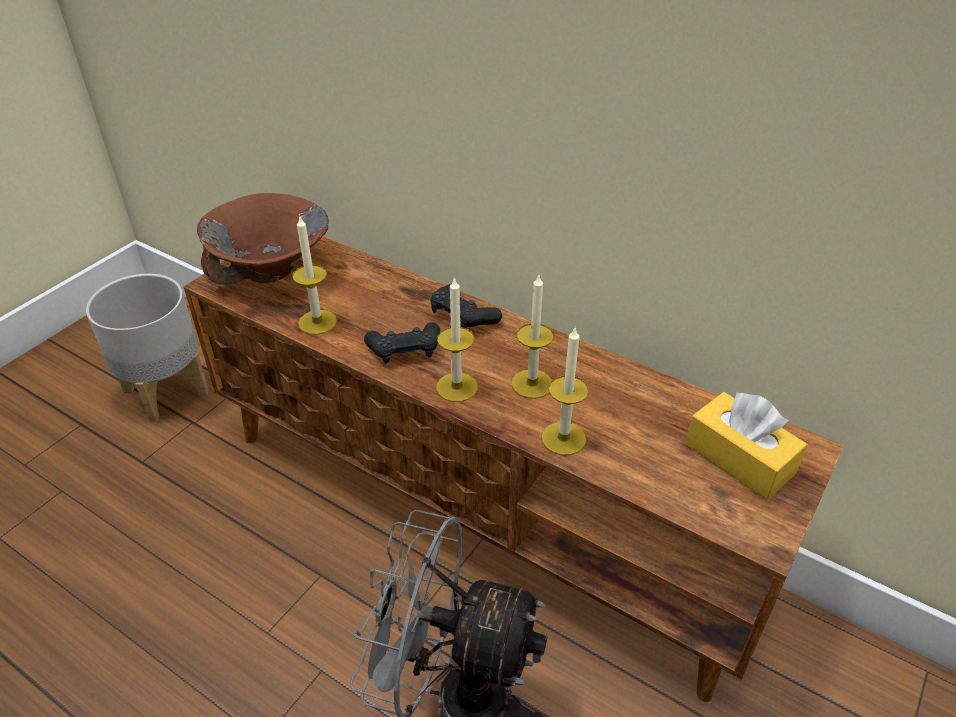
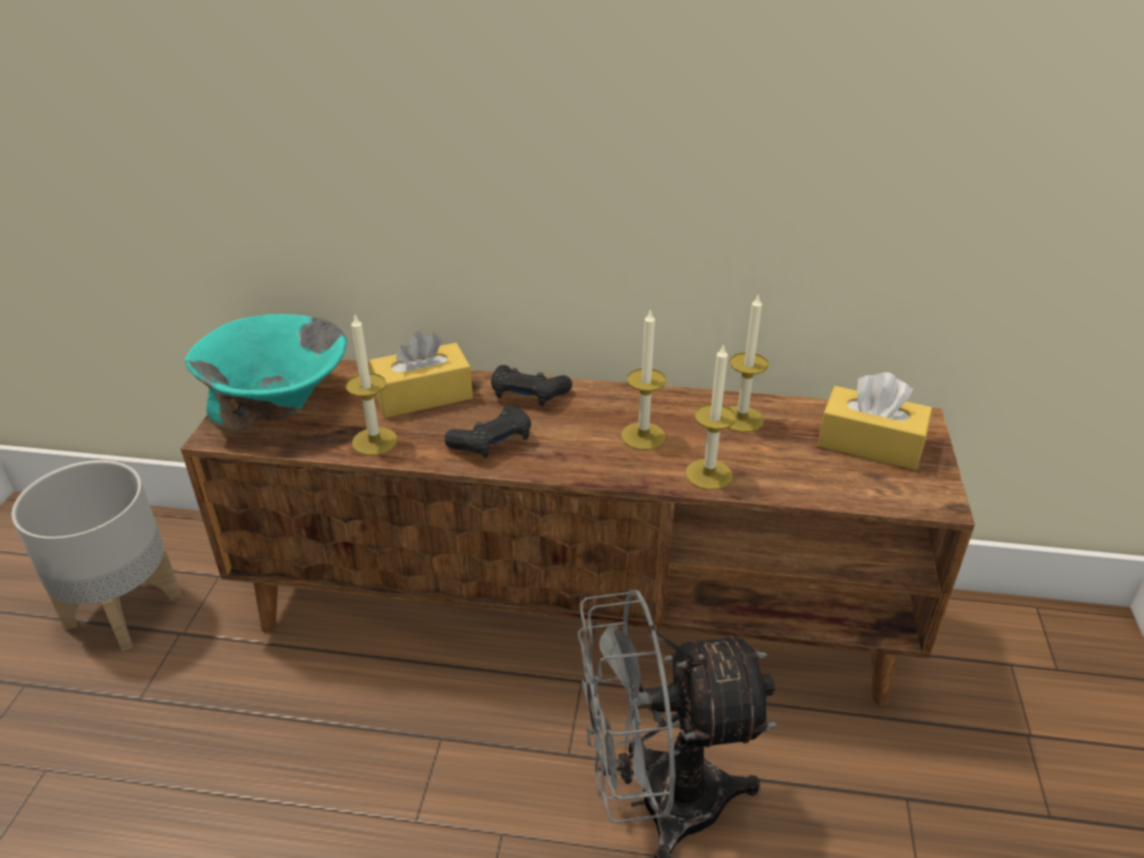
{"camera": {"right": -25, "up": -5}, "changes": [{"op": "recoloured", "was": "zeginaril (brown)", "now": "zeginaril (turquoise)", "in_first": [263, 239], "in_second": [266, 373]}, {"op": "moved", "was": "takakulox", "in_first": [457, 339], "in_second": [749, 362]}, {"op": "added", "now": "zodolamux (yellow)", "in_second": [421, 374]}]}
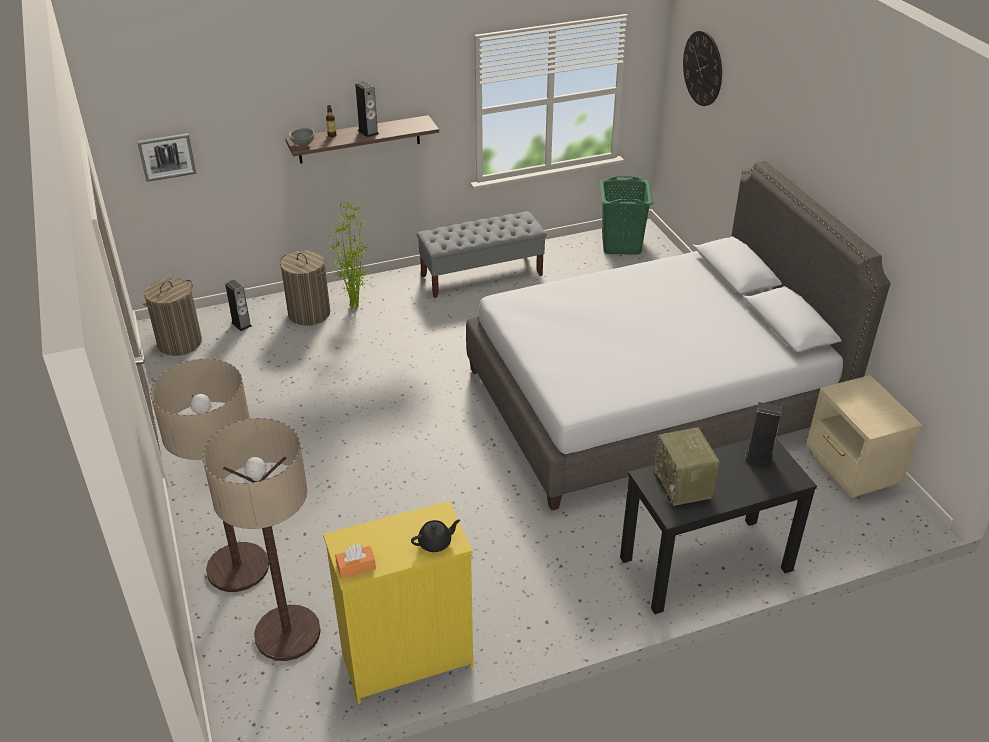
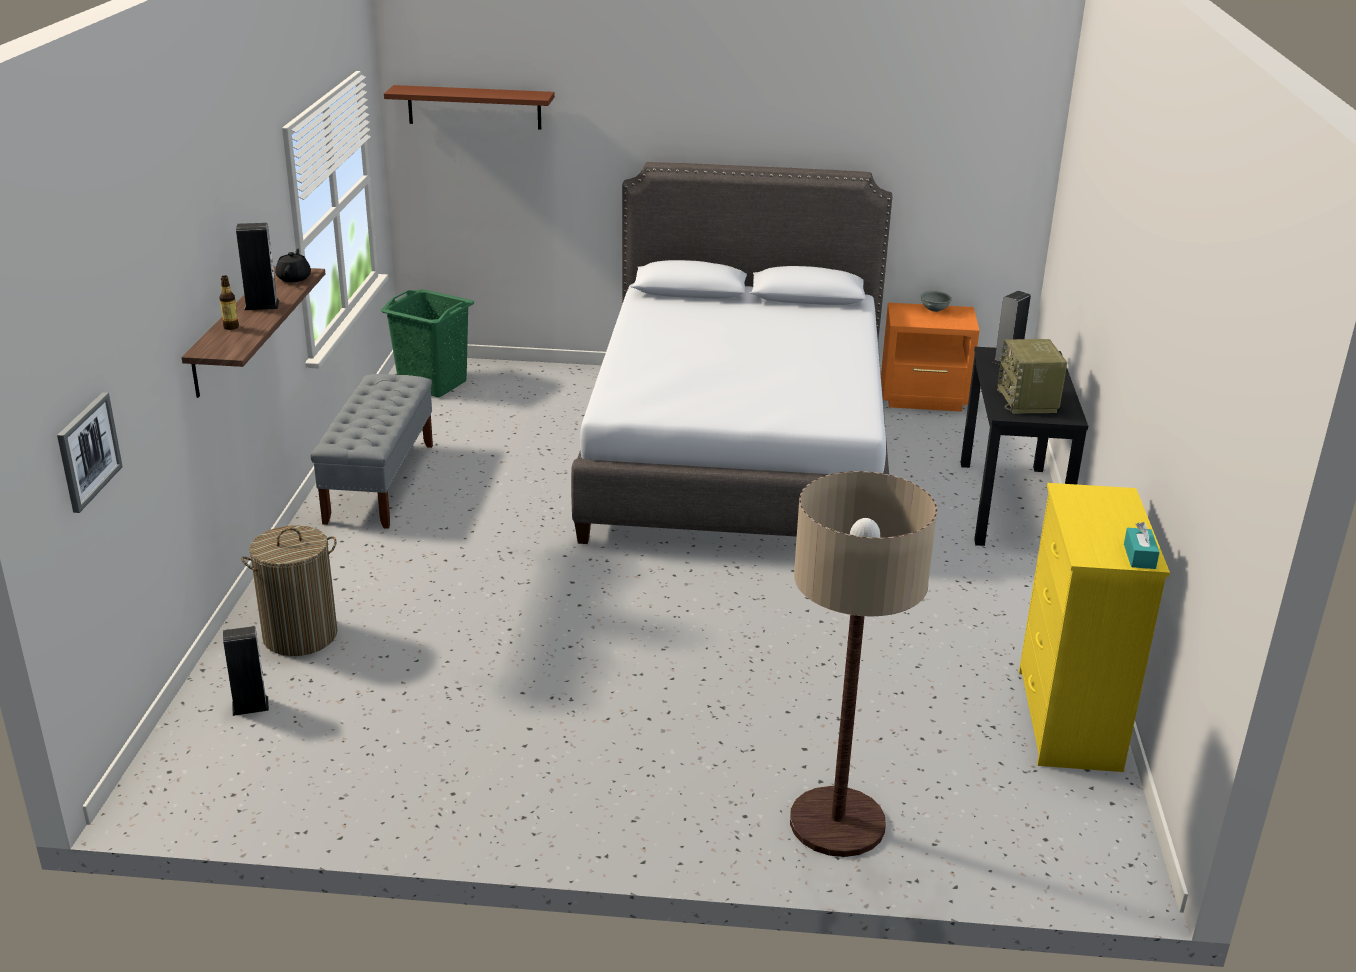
{"camera": {"right": -65, "up": -10}, "changes": [{"op": "removed", "was": "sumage", "in_first": [172, 317]}, {"op": "removed", "was": "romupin", "in_first": [261, 539]}, {"op": "moved", "was": "zeginaril (grey)", "in_first": [302, 137], "in_second": [936, 301]}, {"op": "removed", "was": "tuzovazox", "in_first": [349, 256]}, {"op": "recoloured", "was": "zodolamux (orange)", "now": "zodolamux (turquoise)", "in_first": [355, 562], "in_second": [1142, 545]}, {"op": "moved", "was": "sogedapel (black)", "in_first": [435, 535], "in_second": [293, 265]}, {"op": "turned", "was": "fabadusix", "in_first": [687, 466], "in_second": [1032, 376], "clockwise": 75}, {"op": "replaced", "was": "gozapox", "now": "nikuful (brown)", "in_first": [702, 68], "in_second": [469, 107]}, {"op": "recoloured", "was": "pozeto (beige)", "now": "pozeto (orange)", "in_first": [864, 436], "in_second": [930, 357]}]}
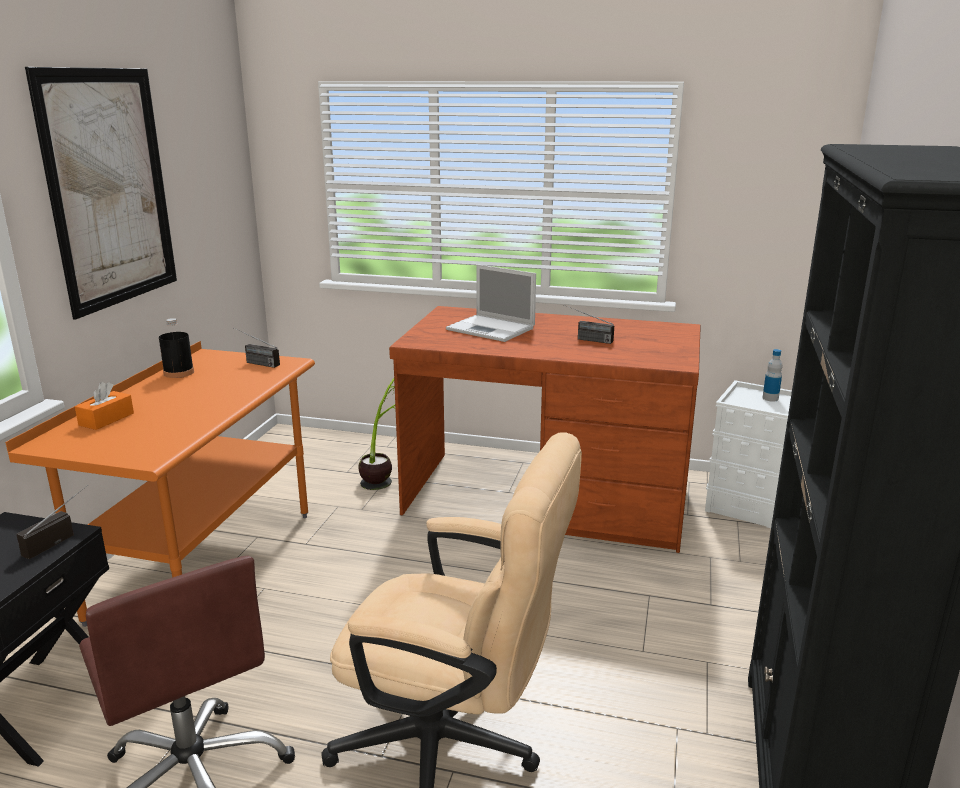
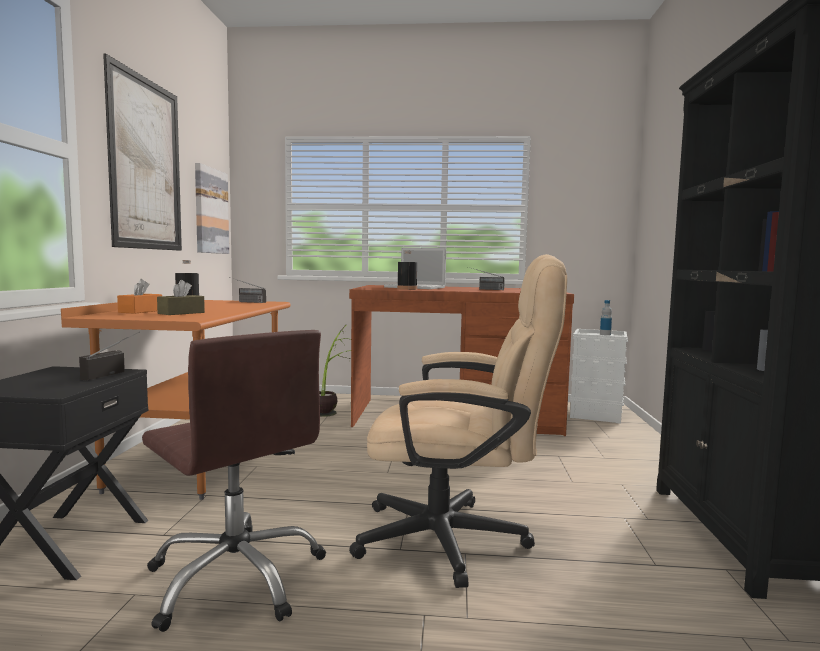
{"camera": {"right": -10, "up": -15}, "changes": [{"op": "added", "now": "zodolamux (brown)", "in_second": [181, 297]}, {"op": "added", "now": "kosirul", "in_second": [212, 208]}, {"op": "added", "now": "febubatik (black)", "in_second": [407, 270]}]}
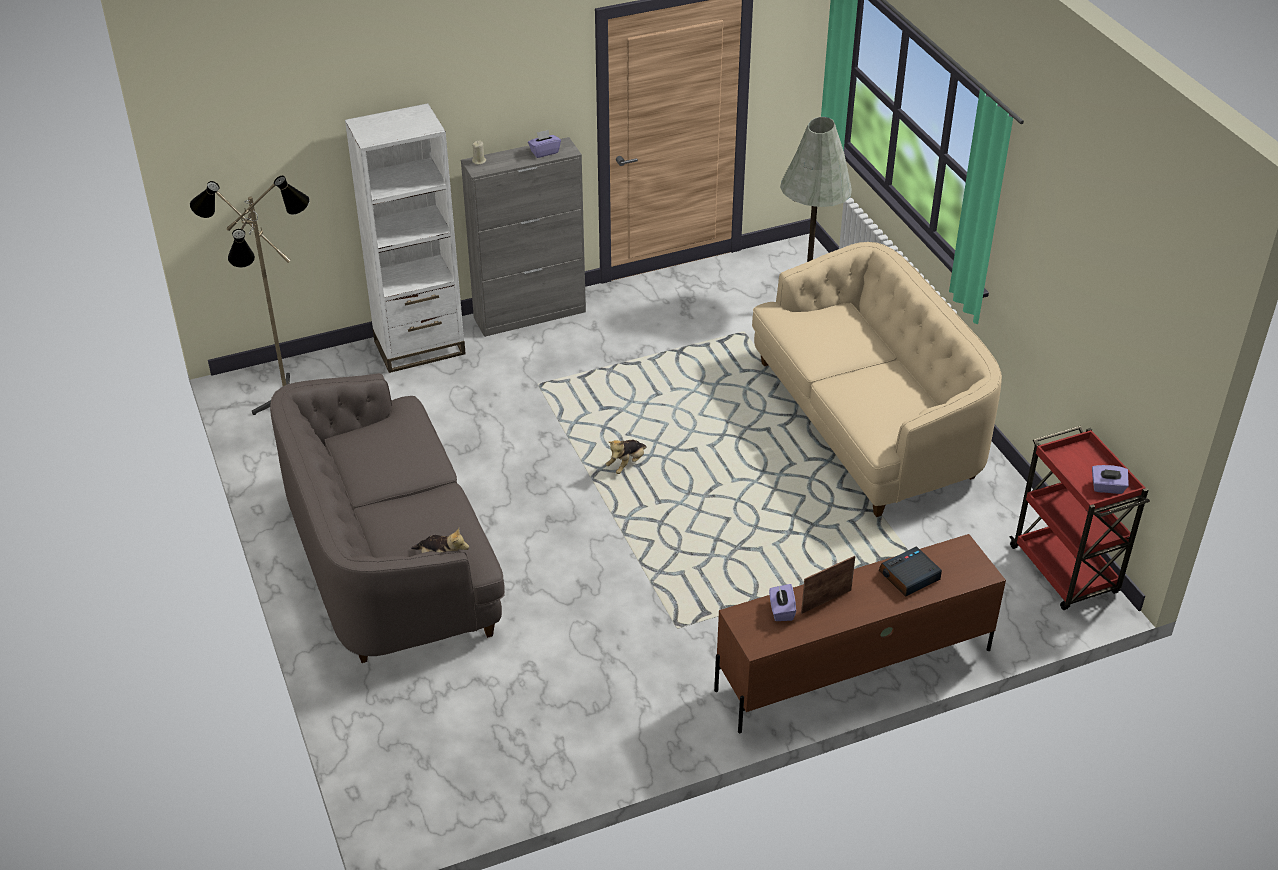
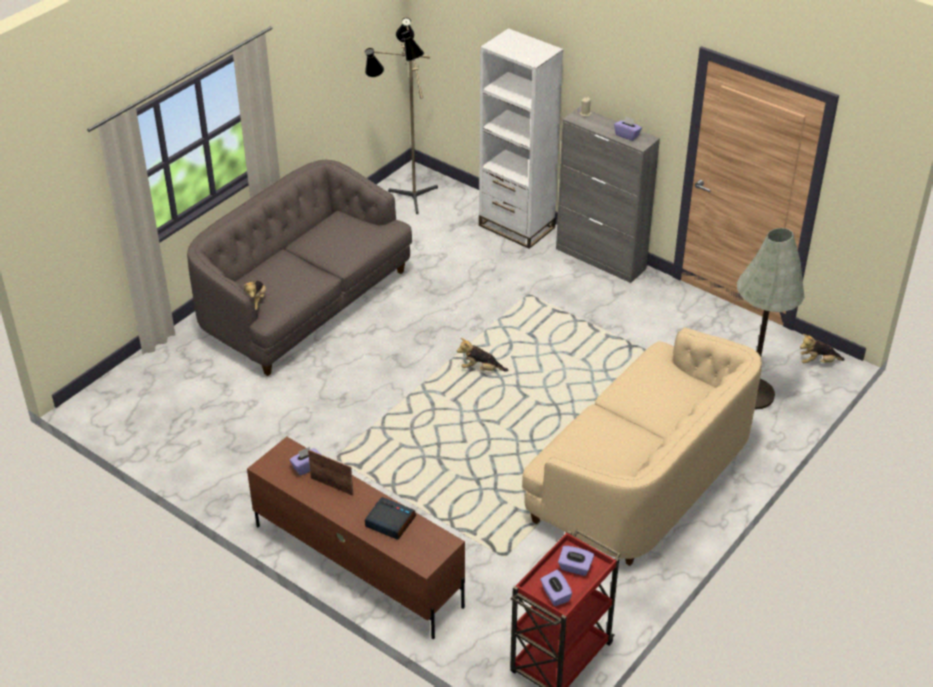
{"camera": {"right": 60, "up": 0}, "changes": [{"op": "added", "now": "zodolamux (purple)", "in_second": [576, 561]}, {"op": "added", "now": "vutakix", "in_second": [822, 348]}]}
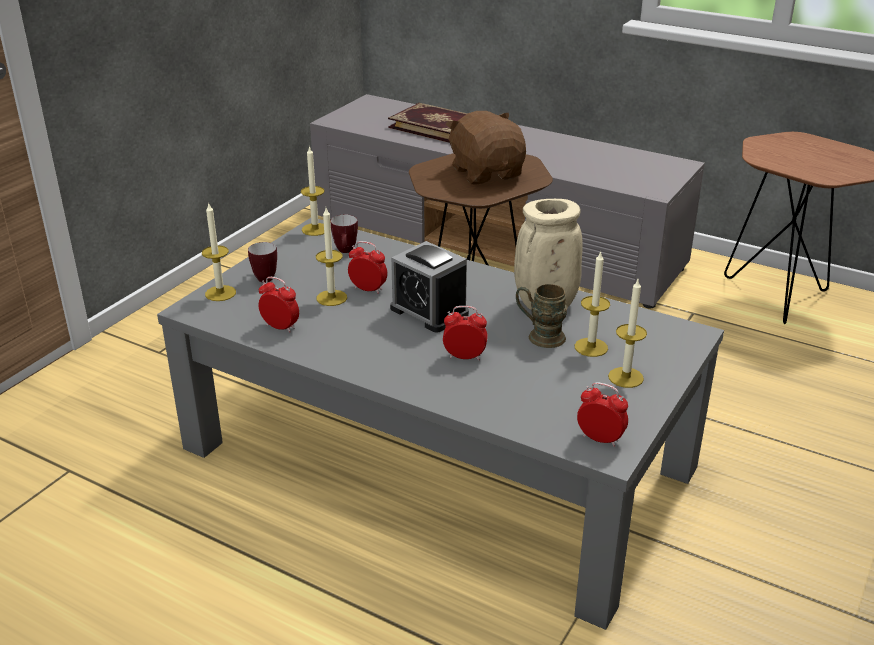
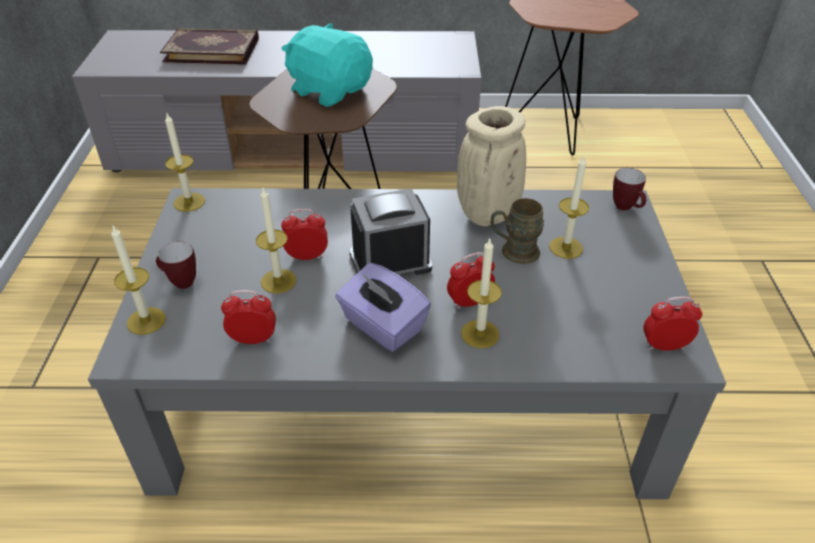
{"camera": {"right": -30, "up": 10}, "changes": [{"op": "moved", "was": "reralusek", "in_first": [344, 234], "in_second": [629, 189]}, {"op": "turned", "was": "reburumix", "in_first": [429, 287], "in_second": [391, 231], "clockwise": 150}, {"op": "recoloured", "was": "vutakix (brown)", "now": "vutakix (turquoise)", "in_first": [486, 148], "in_second": [327, 64]}, {"op": "moved", "was": "takakulox", "in_first": [627, 333], "in_second": [481, 293]}, {"op": "added", "now": "zodolamux (purple)", "in_second": [383, 307]}]}
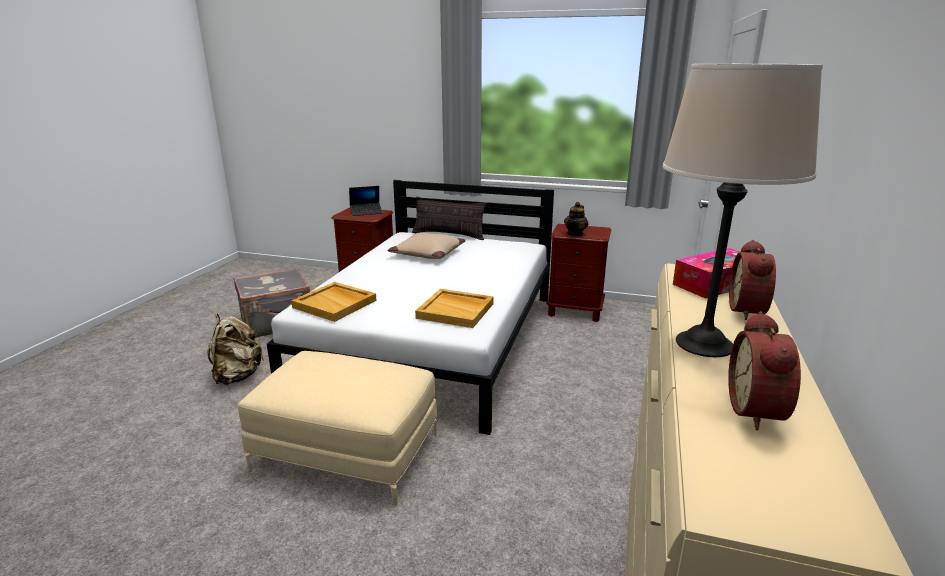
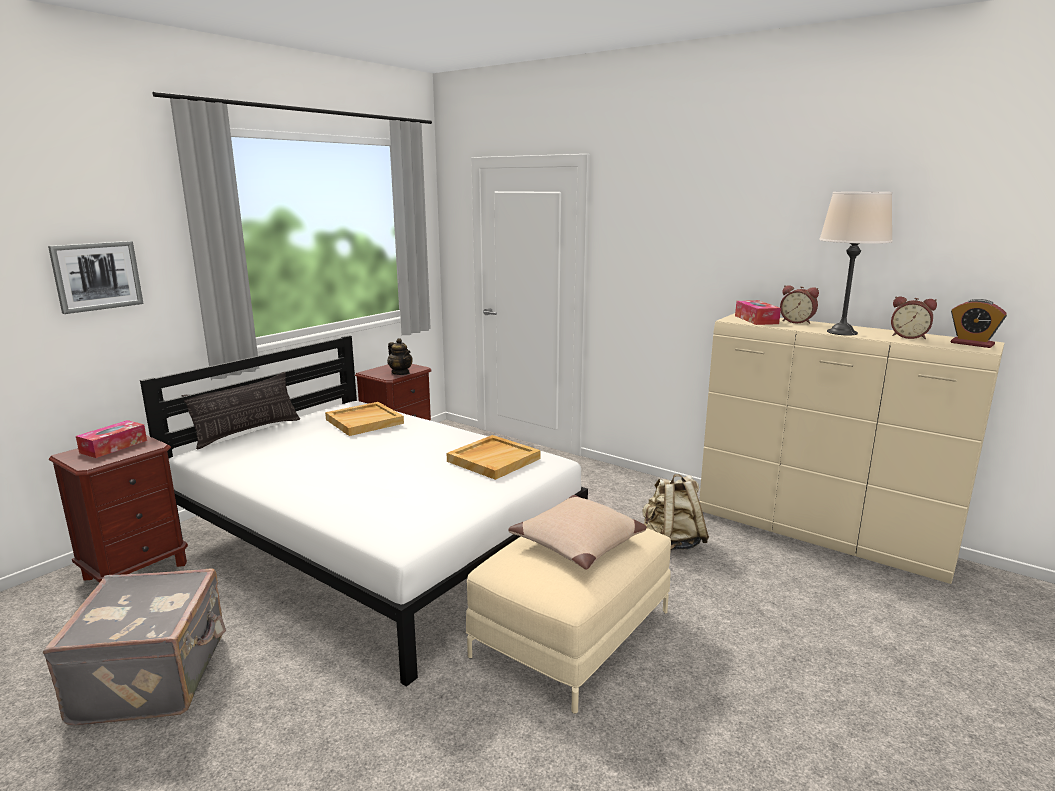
{"camera": {"right": -70, "up": -5}, "changes": [{"op": "moved", "was": "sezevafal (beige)", "in_first": [235, 349], "in_second": [676, 512]}, {"op": "moved", "was": "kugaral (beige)", "in_first": [334, 302], "in_second": [364, 419]}, {"op": "replaced", "was": "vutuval", "now": "zodolamux", "in_first": [366, 201], "in_second": [111, 439]}, {"op": "moved", "was": "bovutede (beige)", "in_first": [426, 246], "in_second": [577, 532]}, {"op": "added", "now": "kosirul", "in_second": [95, 277]}, {"op": "added", "now": "reburumix", "in_second": [979, 323]}]}
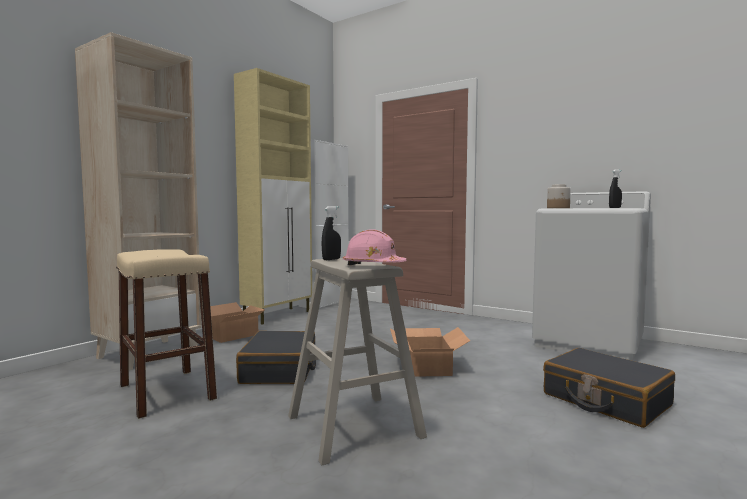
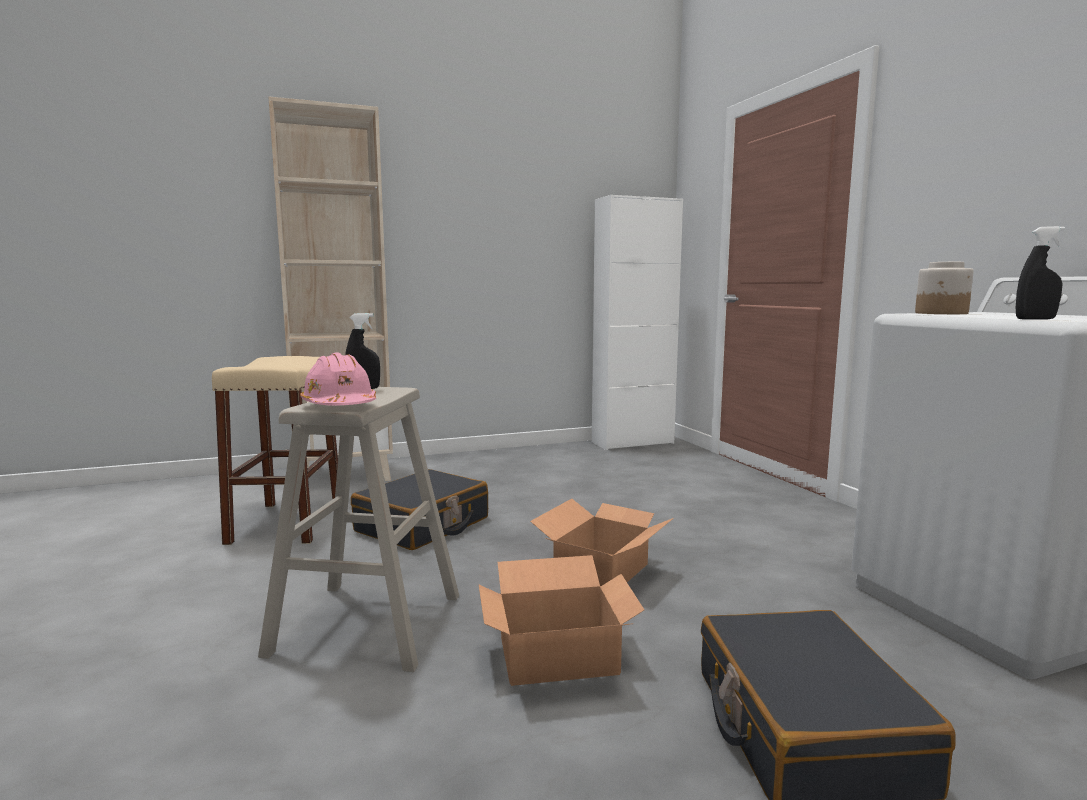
{"camera": {"right": 35, "up": 5}, "changes": [{"op": "moved", "was": "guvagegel", "in_first": [237, 322], "in_second": [561, 620]}, {"op": "removed", "was": "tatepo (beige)", "in_first": [273, 196]}]}
